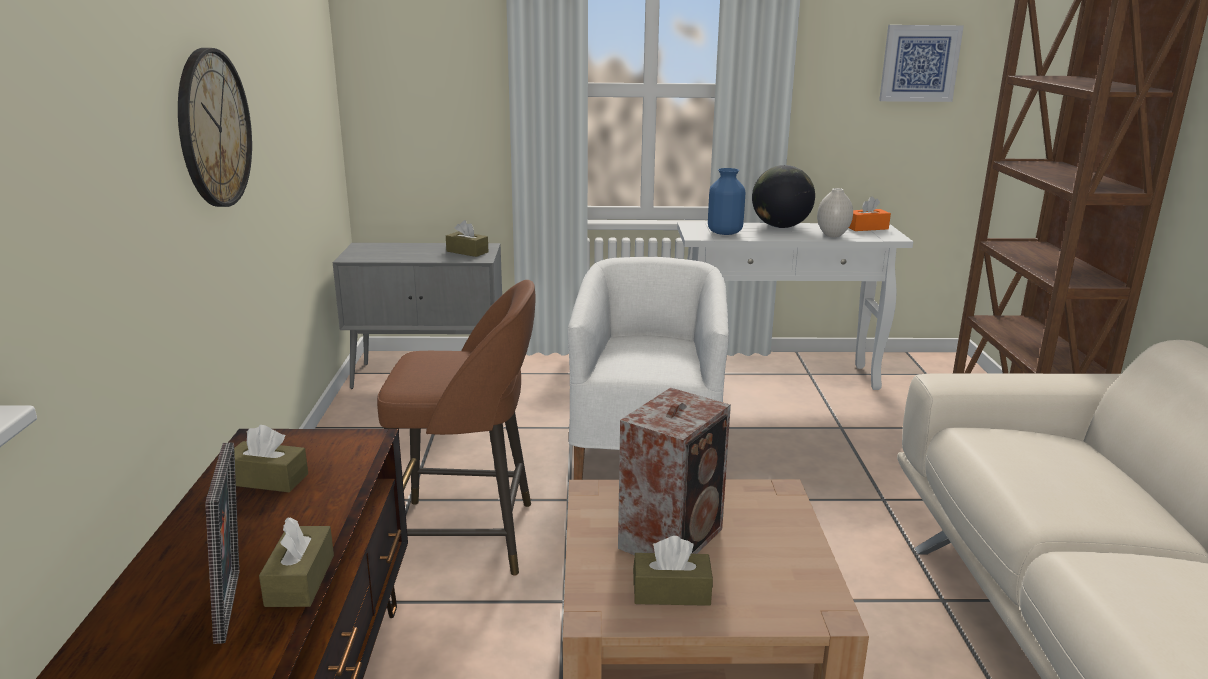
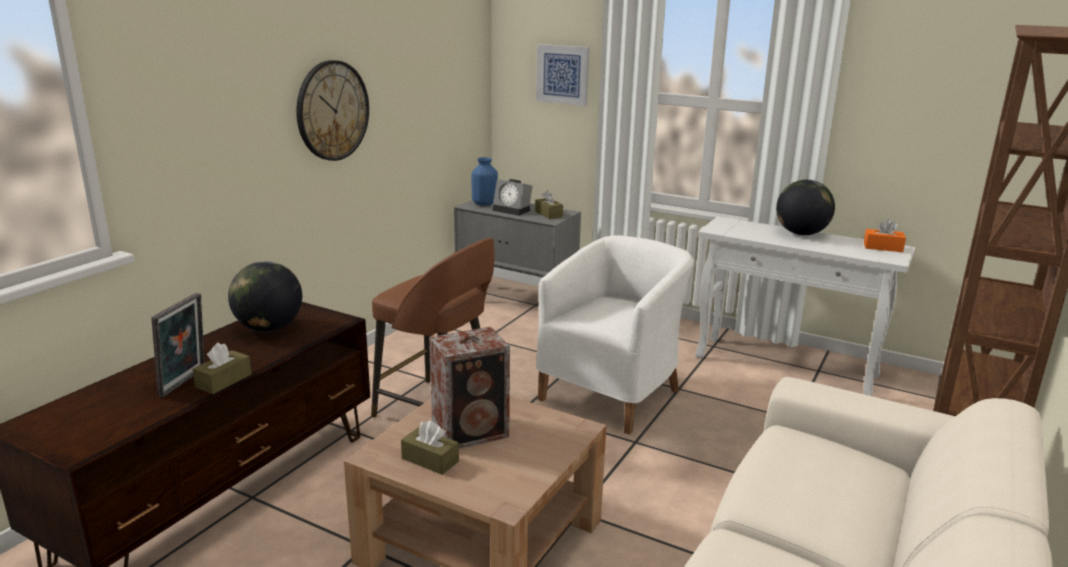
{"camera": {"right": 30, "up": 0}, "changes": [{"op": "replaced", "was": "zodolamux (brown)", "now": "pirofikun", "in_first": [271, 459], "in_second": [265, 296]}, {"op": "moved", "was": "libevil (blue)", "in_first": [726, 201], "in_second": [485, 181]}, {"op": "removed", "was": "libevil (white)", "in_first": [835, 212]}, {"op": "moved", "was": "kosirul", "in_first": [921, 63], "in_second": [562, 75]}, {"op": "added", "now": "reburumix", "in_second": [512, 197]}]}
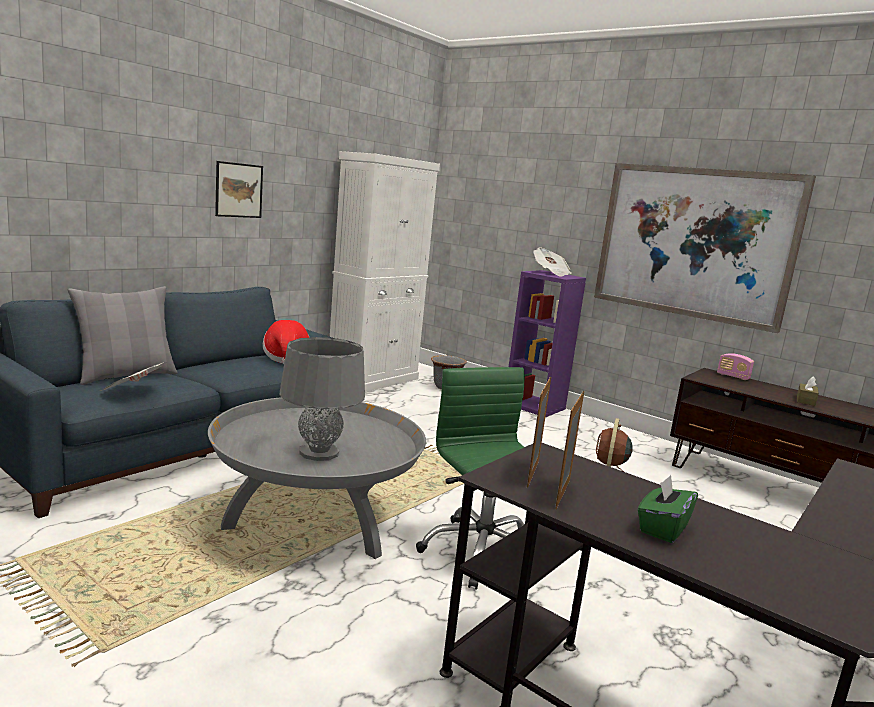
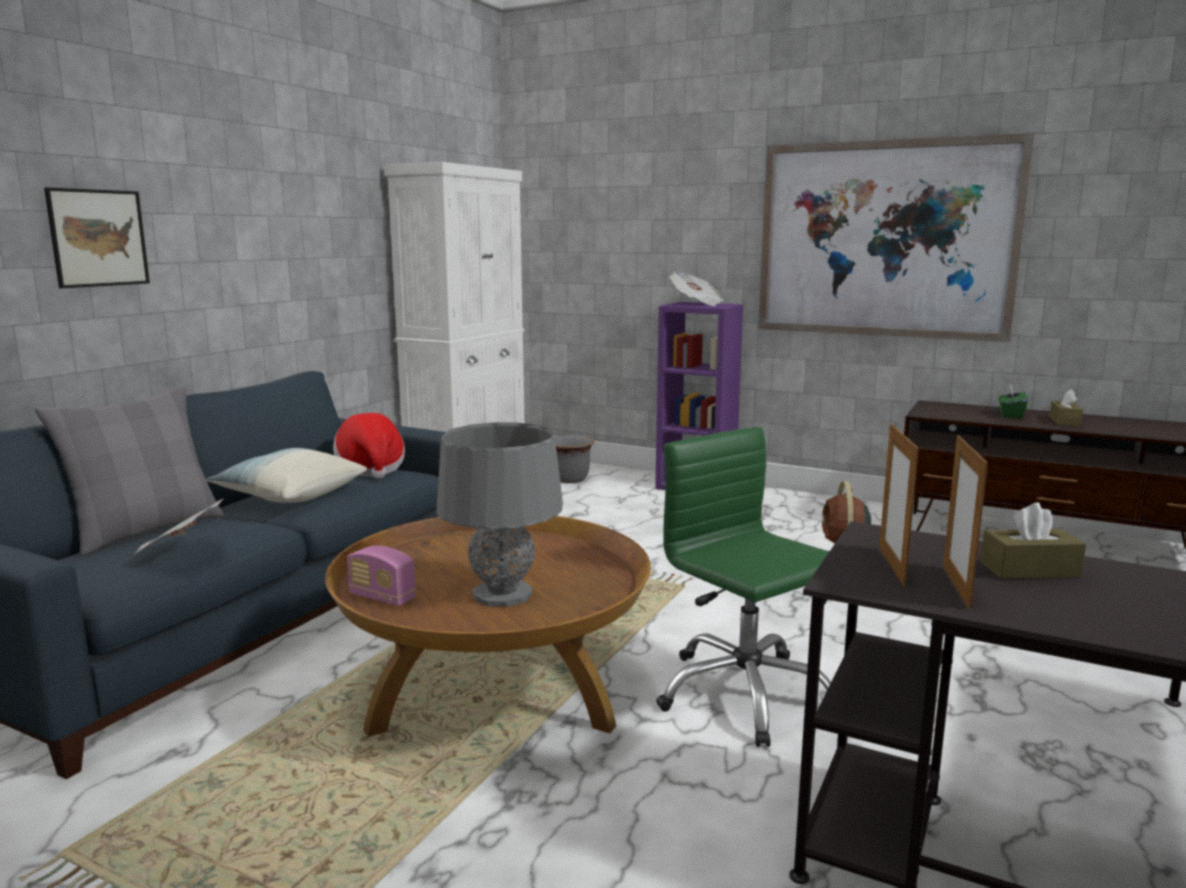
{"camera": {"right": -10, "up": 0}, "changes": [{"op": "recoloured", "was": "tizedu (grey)", "now": "tizedu (brown)", "in_first": [317, 478], "in_second": [488, 626]}, {"op": "moved", "was": "kosirul", "in_first": [239, 189], "in_second": [97, 237]}, {"op": "moved", "was": "zodolamux (green)", "in_first": [668, 509], "in_second": [1013, 402]}, {"op": "moved", "was": "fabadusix", "in_first": [735, 366], "in_second": [381, 576]}, {"op": "added", "now": "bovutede", "in_second": [286, 475]}, {"op": "added", "now": "zodolamux (brown)", "in_second": [1033, 540]}]}
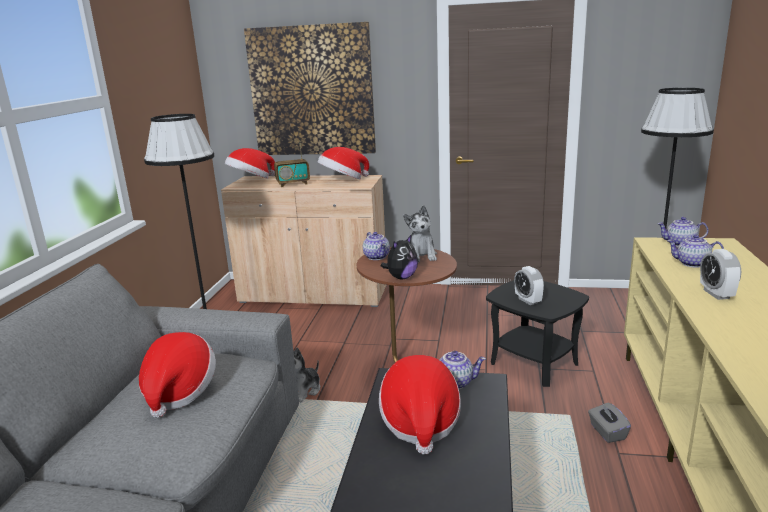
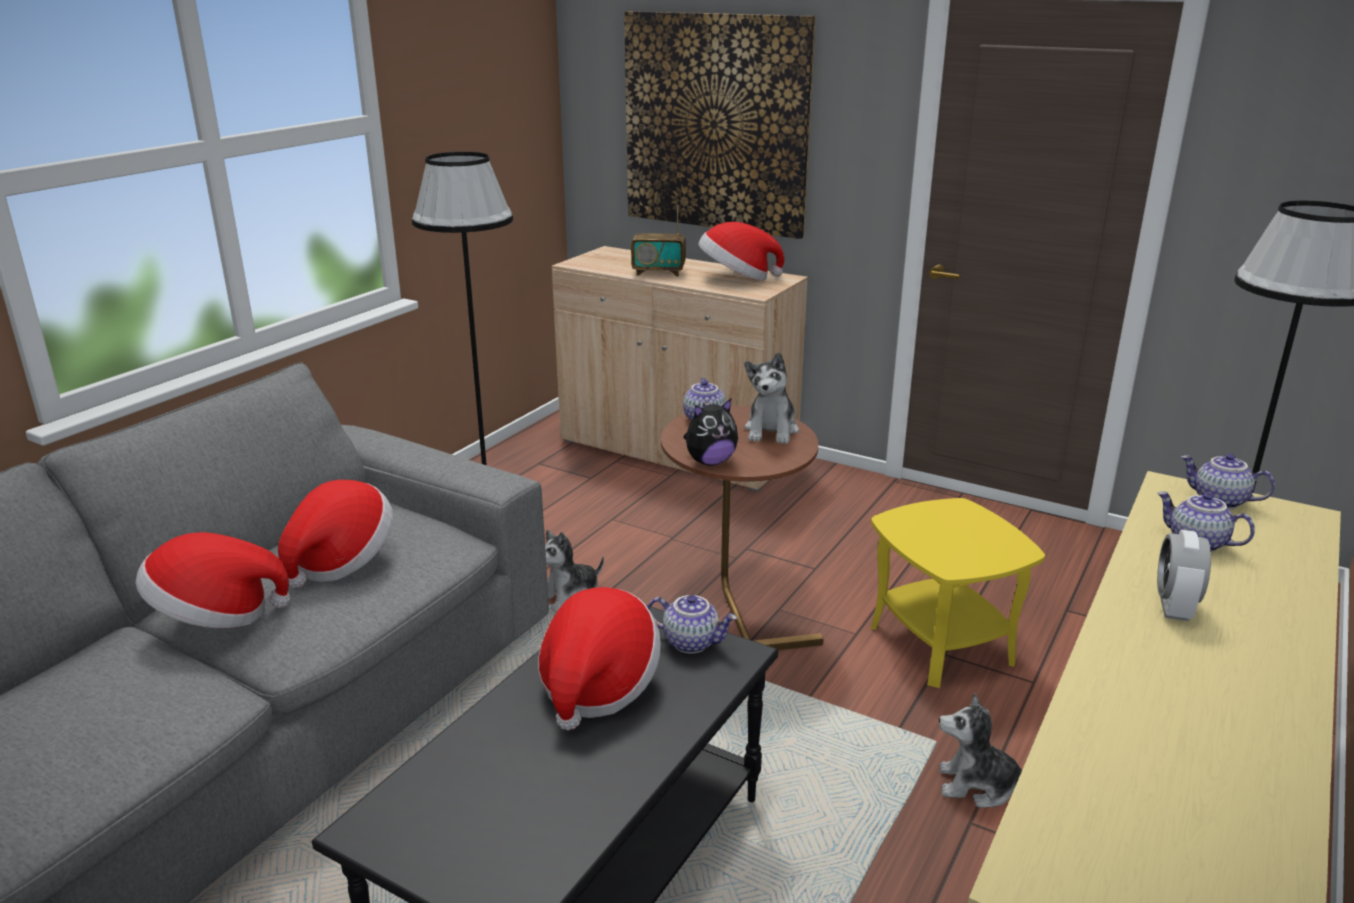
{"camera": {"right": 20, "up": 5}, "changes": [{"op": "moved", "was": "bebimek", "in_first": [250, 163], "in_second": [213, 580]}, {"op": "recoloured", "was": "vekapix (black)", "now": "vekapix (yellow)", "in_first": [537, 333], "in_second": [958, 593]}, {"op": "removed", "was": "reburumix", "in_first": [529, 285]}, {"op": "replaced", "was": "zodolamux (grey)", "now": "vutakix", "in_first": [609, 422], "in_second": [980, 750]}]}
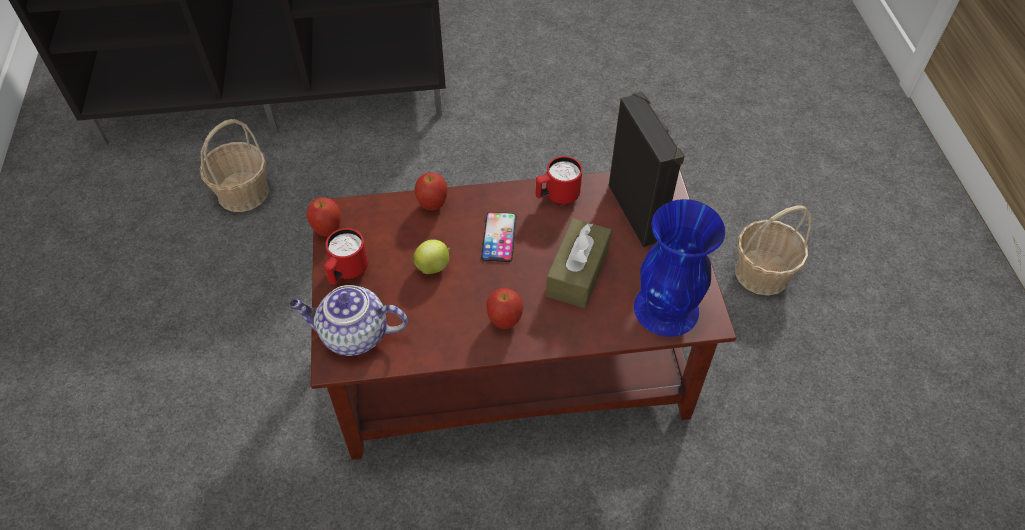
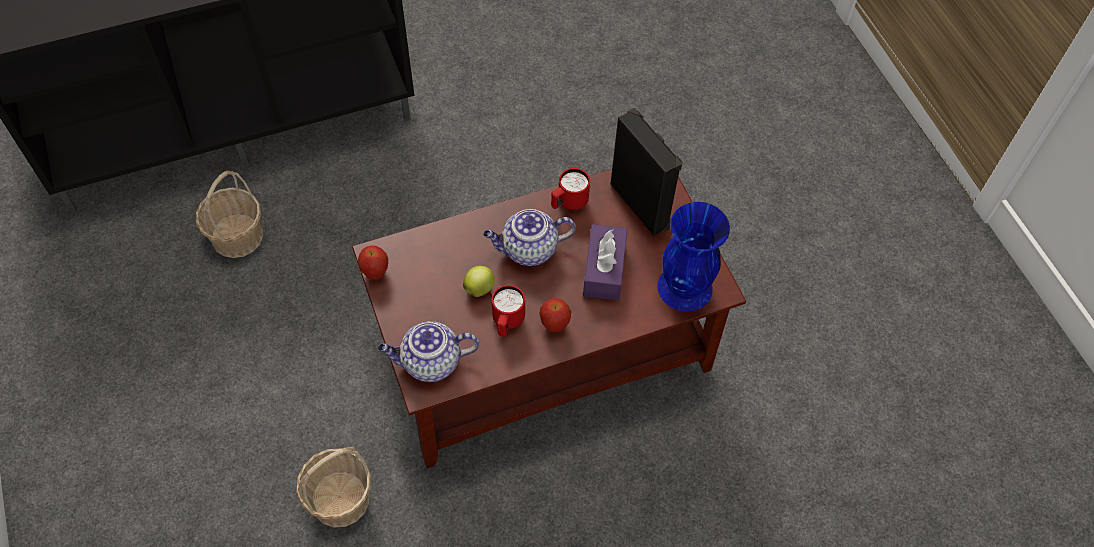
{"camera": {"right": -15, "up": 5}, "changes": [{"op": "moved", "was": "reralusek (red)", "in_first": [346, 256], "in_second": [508, 311]}, {"op": "removed", "was": "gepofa", "in_first": [431, 191]}, {"op": "replaced", "was": "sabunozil", "now": "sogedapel", "in_first": [499, 237], "in_second": [529, 237]}, {"op": "recoloured", "was": "zodolamux (brown)", "now": "zodolamux (purple)", "in_first": [579, 263], "in_second": [605, 262]}, {"op": "moved", "was": "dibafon", "in_first": [773, 251], "in_second": [333, 487]}]}
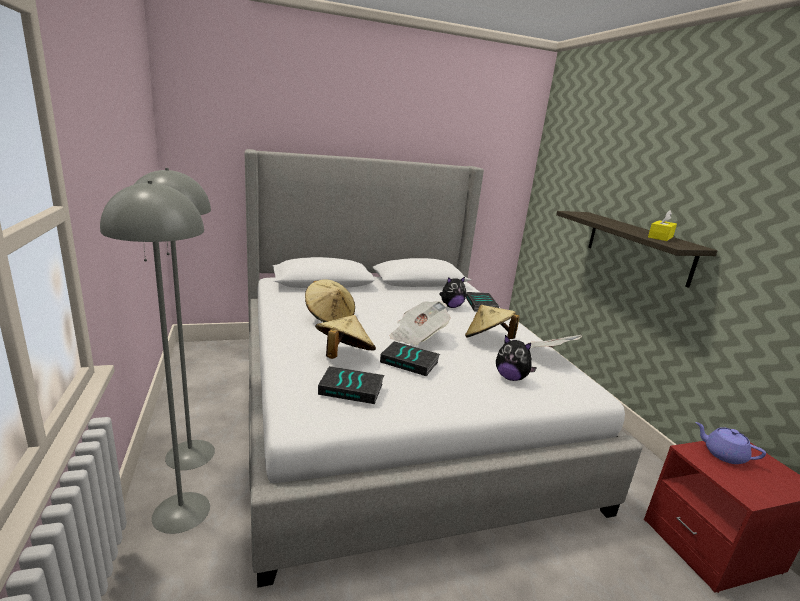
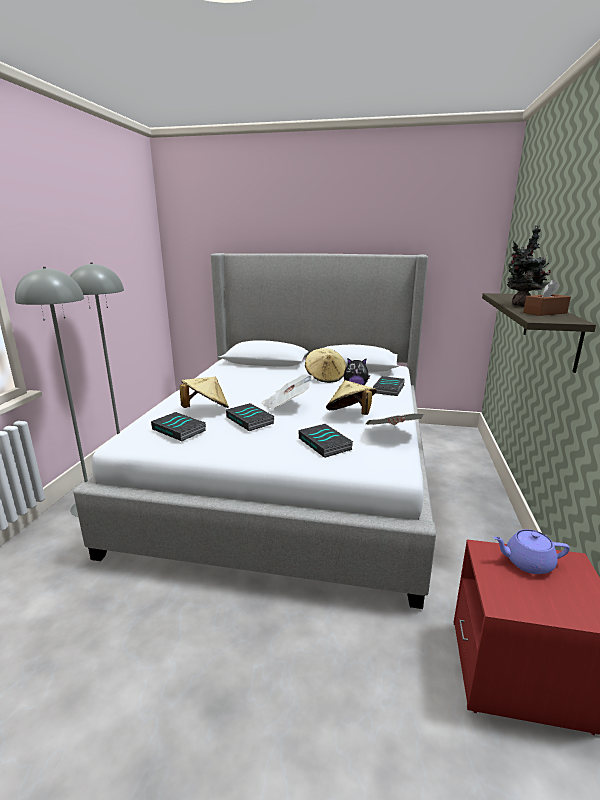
{"camera": {"right": 30, "up": 0}, "changes": [{"op": "moved", "was": "bebimek (beige)", "in_first": [330, 301], "in_second": [325, 365]}, {"op": "replaced", "was": "vutakix", "now": "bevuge", "in_first": [516, 358], "in_second": [326, 441]}, {"op": "recoloured", "was": "zodolamux (yellow)", "now": "zodolamux (brown)", "in_first": [662, 225], "in_second": [547, 298]}, {"op": "turned", "was": "sogedapel (purple)", "in_first": [730, 443], "in_second": [531, 551], "clockwise": -60}, {"op": "added", "now": "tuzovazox", "in_second": [529, 266]}]}
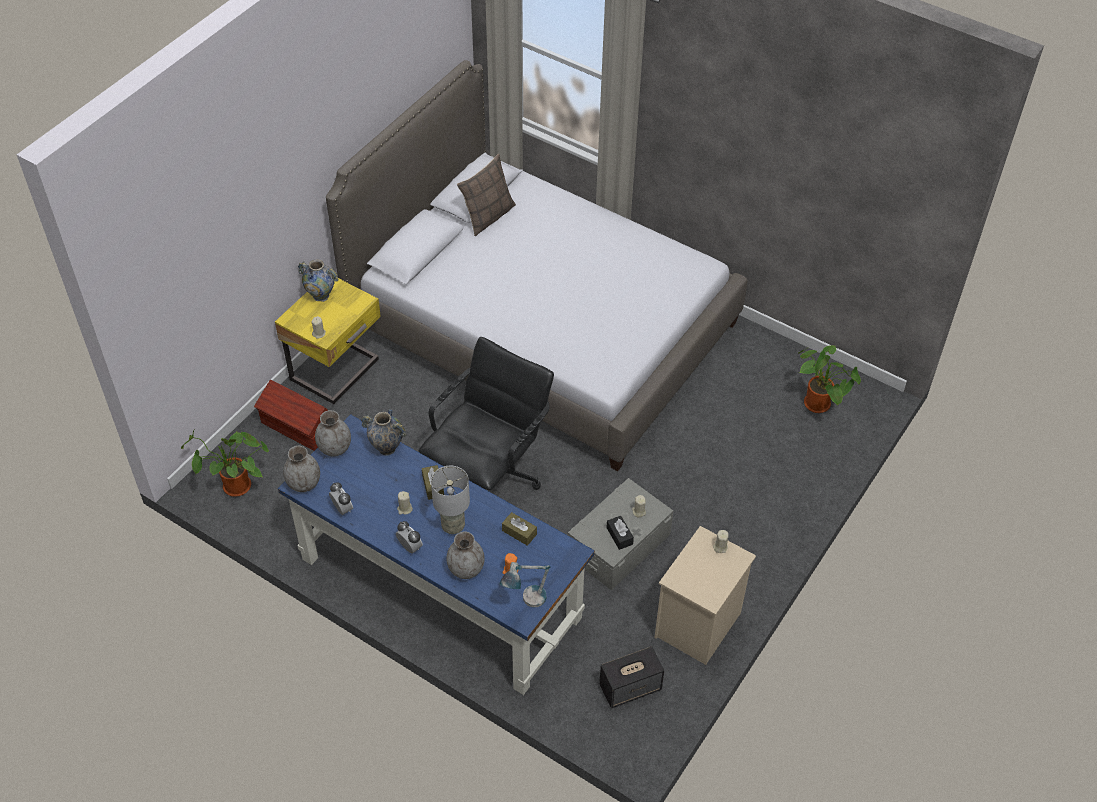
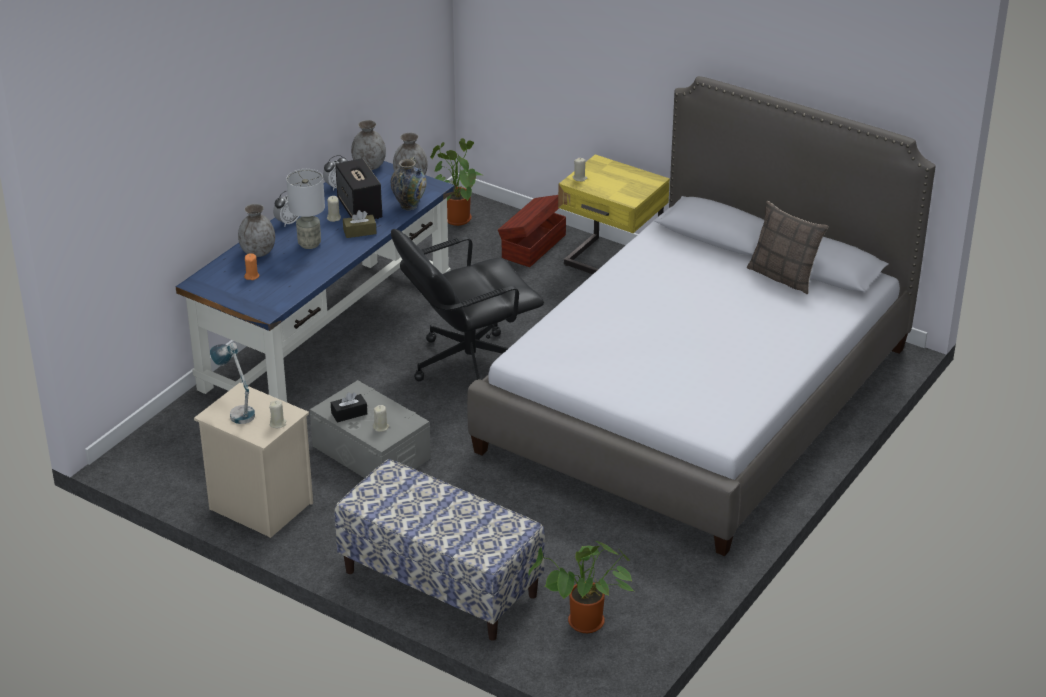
{"camera": {"right": 90, "up": -15}, "changes": [{"op": "removed", "was": "libevil", "in_first": [318, 280]}, {"op": "turned", "was": "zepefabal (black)", "in_first": [486, 414], "in_second": [467, 305], "clockwise": 120}, {"op": "moved", "was": "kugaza", "in_first": [525, 584], "in_second": [232, 383]}, {"op": "removed", "was": "zodolamux (brown)", "in_first": [519, 529]}, {"op": "moved", "was": "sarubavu", "in_first": [631, 677], "in_second": [358, 188]}, {"op": "added", "now": "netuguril", "in_second": [439, 550]}]}
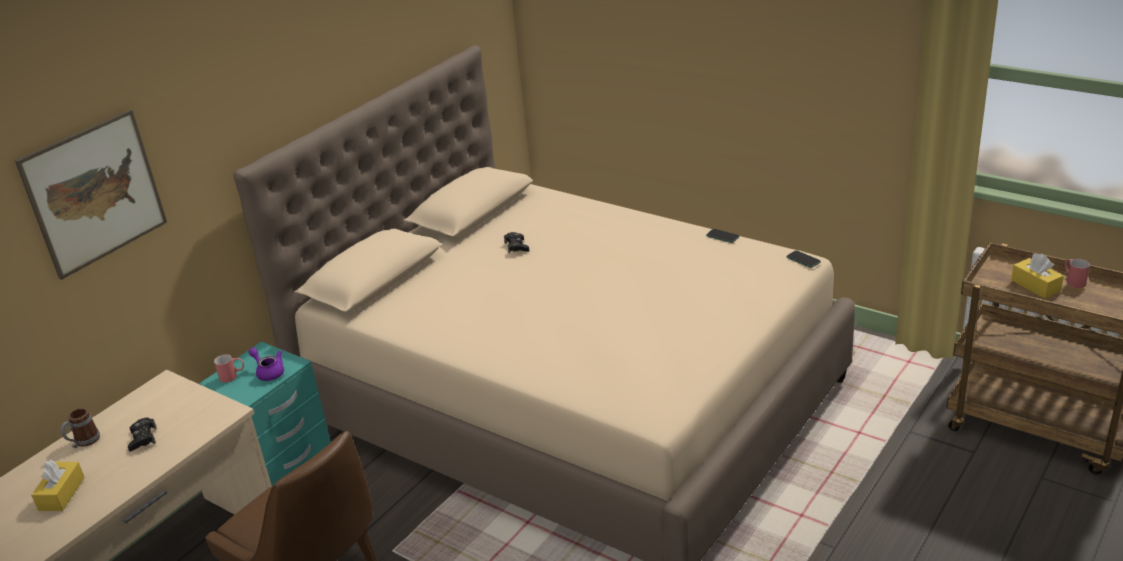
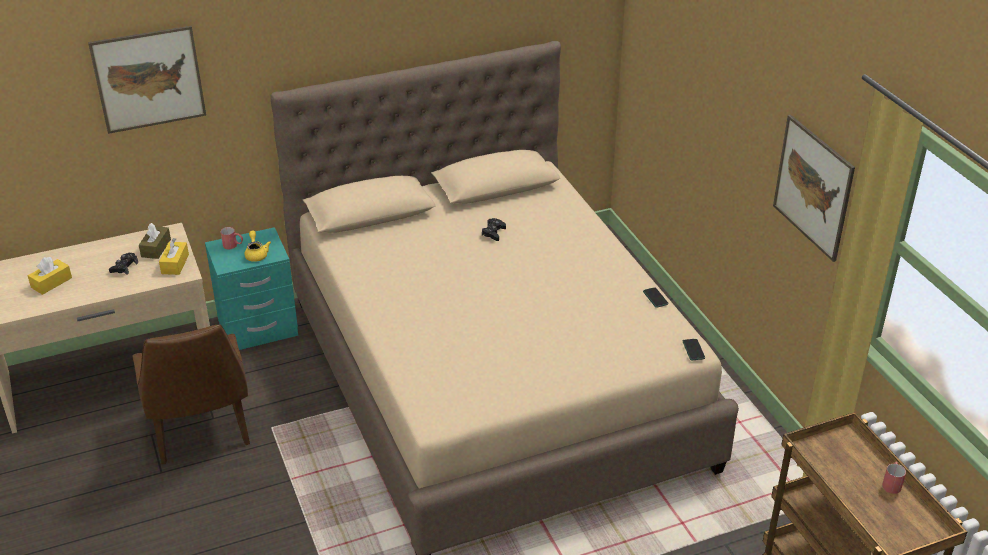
{"camera": {"right": 30, "up": 5}, "changes": [{"op": "removed", "was": "reralusek", "in_first": [80, 428]}, {"op": "recoloured", "was": "sogedapel (purple)", "now": "sogedapel (yellow)", "in_first": [266, 364], "in_second": [257, 246]}, {"op": "moved", "was": "zodolamux (yellow)", "in_first": [1037, 275], "in_second": [174, 256]}, {"op": "added", "now": "zodolamux (brown)", "in_second": [155, 241]}, {"op": "added", "now": "kosirul", "in_second": [814, 188]}]}
